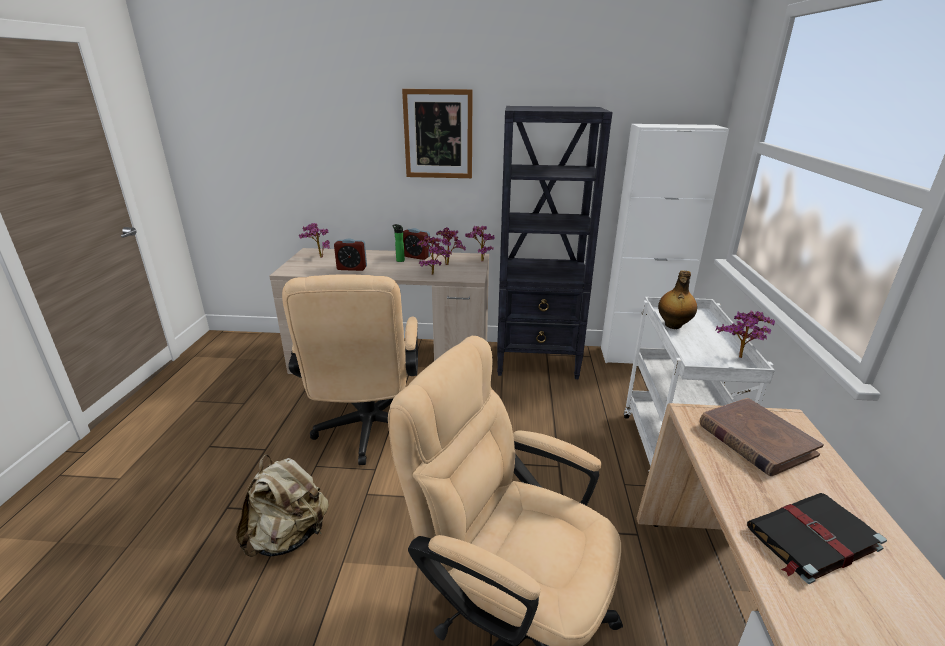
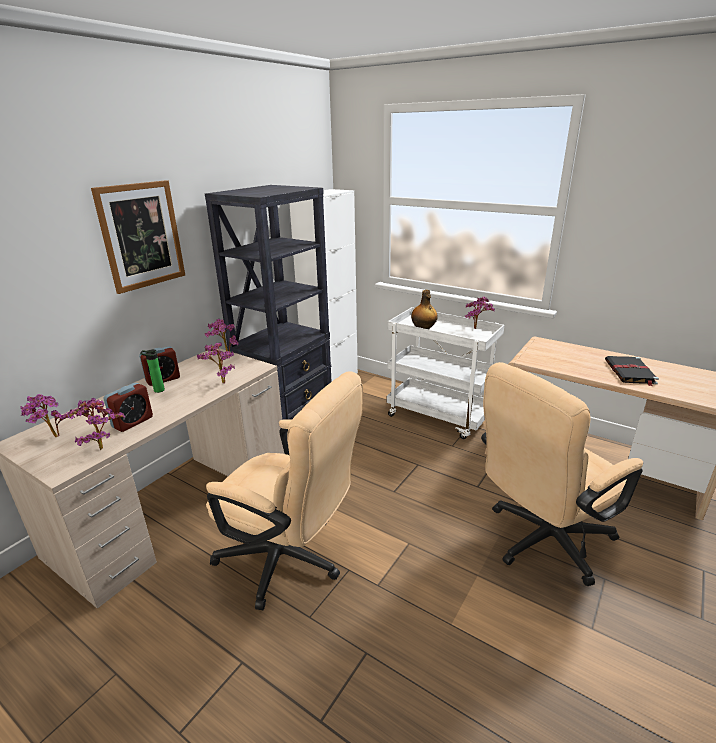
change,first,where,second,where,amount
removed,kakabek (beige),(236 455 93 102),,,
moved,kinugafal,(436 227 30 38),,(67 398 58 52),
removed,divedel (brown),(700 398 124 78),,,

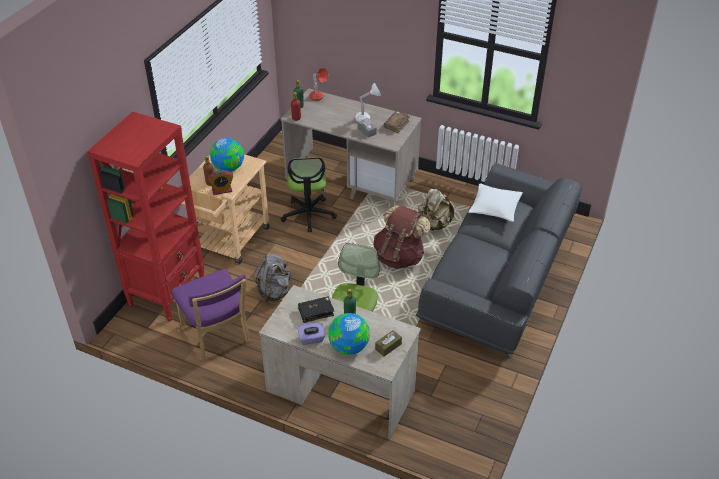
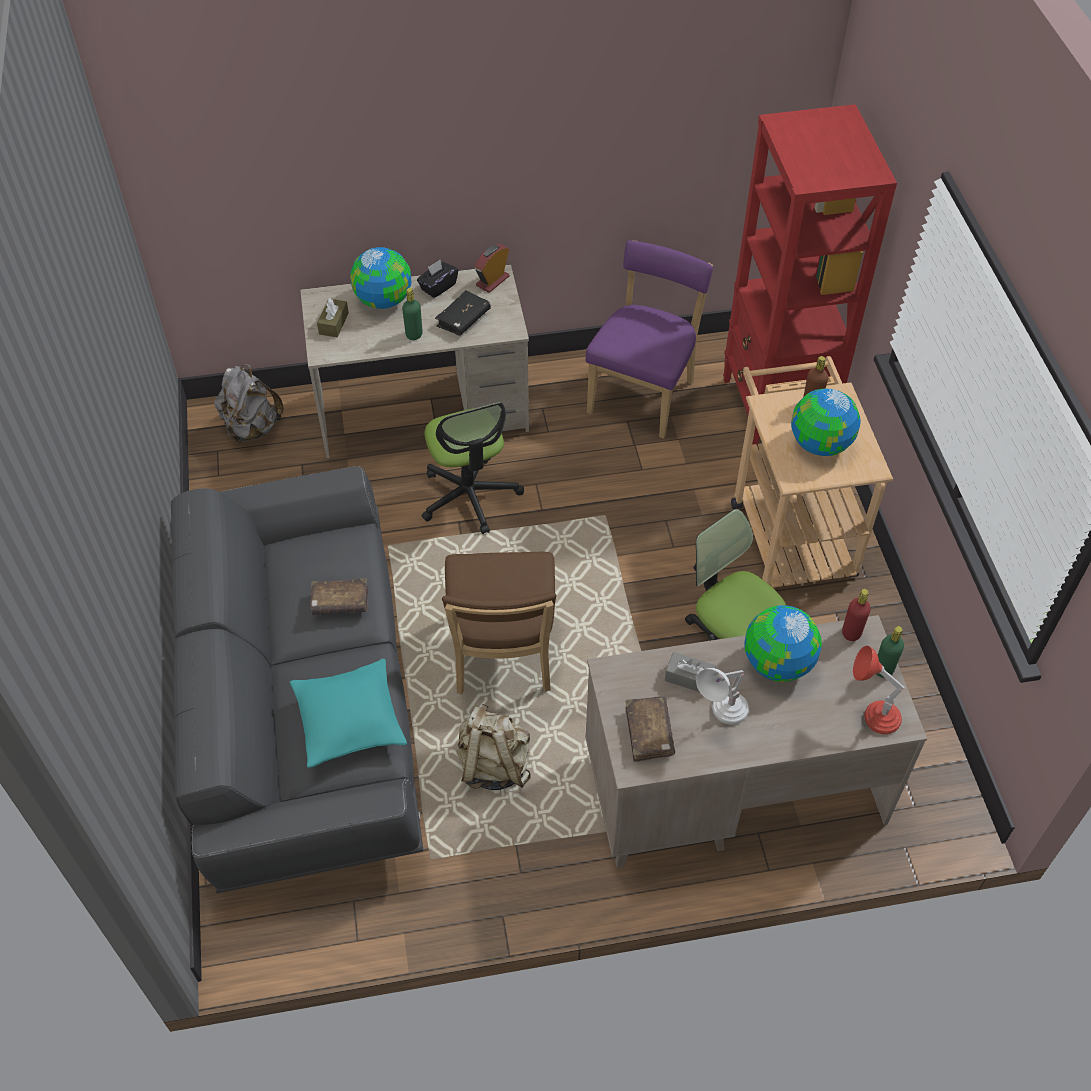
change,first,where,second,where,amount
turned,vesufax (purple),(172 269 78 92),,(586 240 127 199),90 degrees clockwise
moved,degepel,(207 170 26 25),,(474 244 35 49),
moved,kakabek (grey),(254 254 38 49),,(214 364 70 79),
recoloured,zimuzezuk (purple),(298 323 27 22),zimuzezuk (black),(417 260 41 38),
replaced,kakabek (brown),(373 205 58 64),vesufax (brown),(442 552 114 142),
recoloured,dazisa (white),(468 183 55 39),dazisa (turquoise),(290 659 117 109),
added,,,divedel (brown),(310 578 58 37),
added,,,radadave,(744 605 78 77),

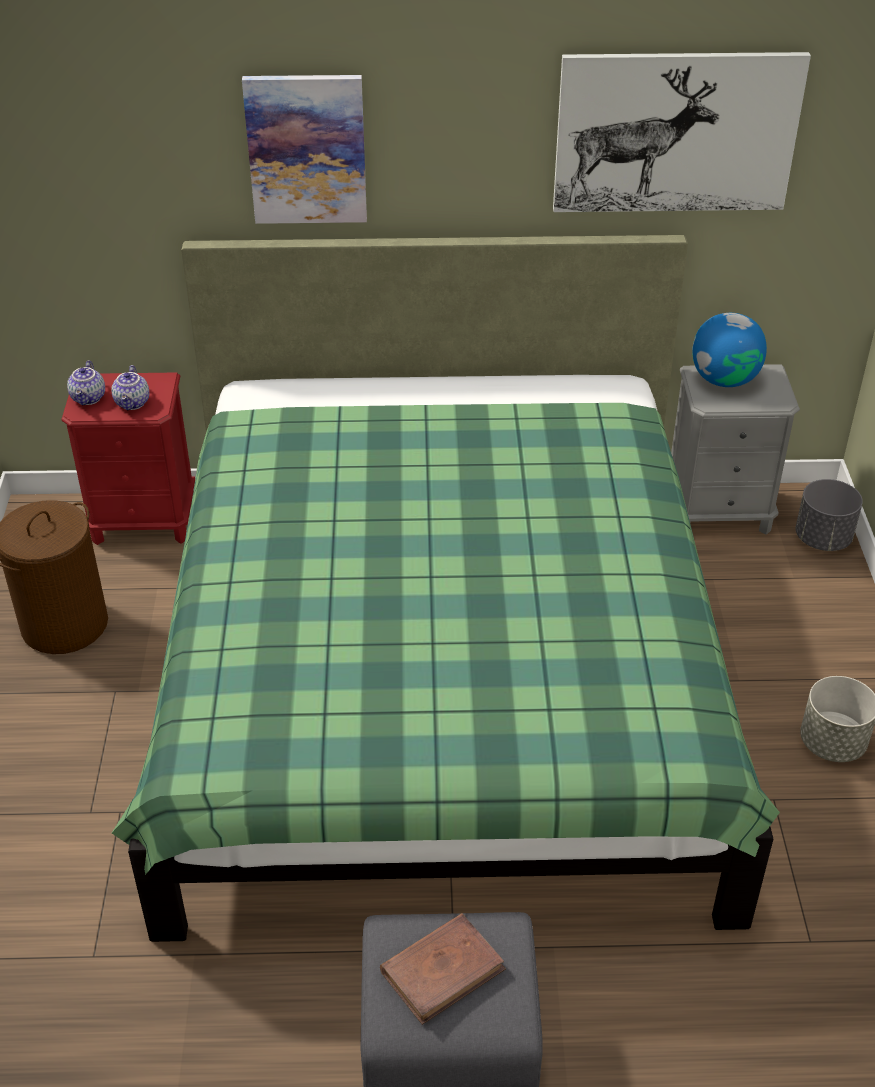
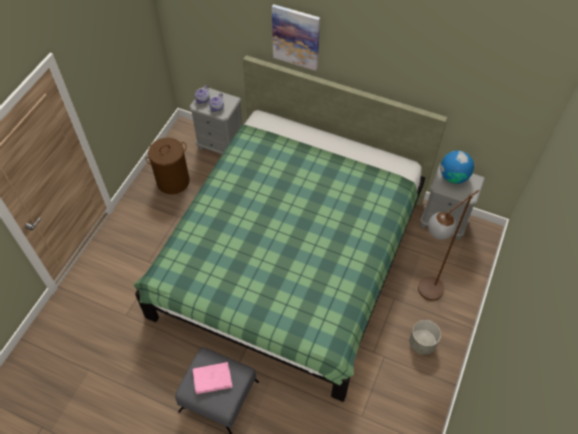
change,first,where,second,where,amount
recoloured,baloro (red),(61 372 134 173),baloro (grey),(189 86 53 68),
recoloured,divedel (brown),(380 913 126 112),divedel (pink),(193 362 40 32),
removed,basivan,(553 52 258 160),,,
removed,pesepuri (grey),(795 479 68 72),,,
added,,,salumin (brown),(418 190 61 111),

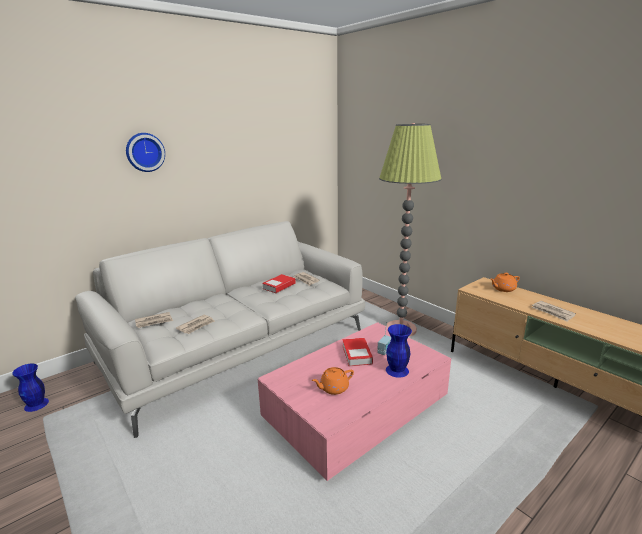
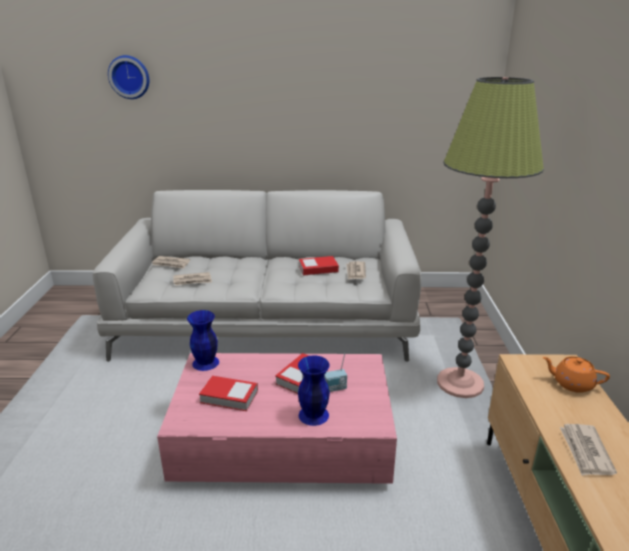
change,first,where,second,where,amount
moved,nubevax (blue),(12 363 37 49),,(187 310 32 61),
moved,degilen,(126 133 39 39),,(108 55 41 44),
replaced,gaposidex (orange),(312 367 42 28),divedel,(199 376 59 35),

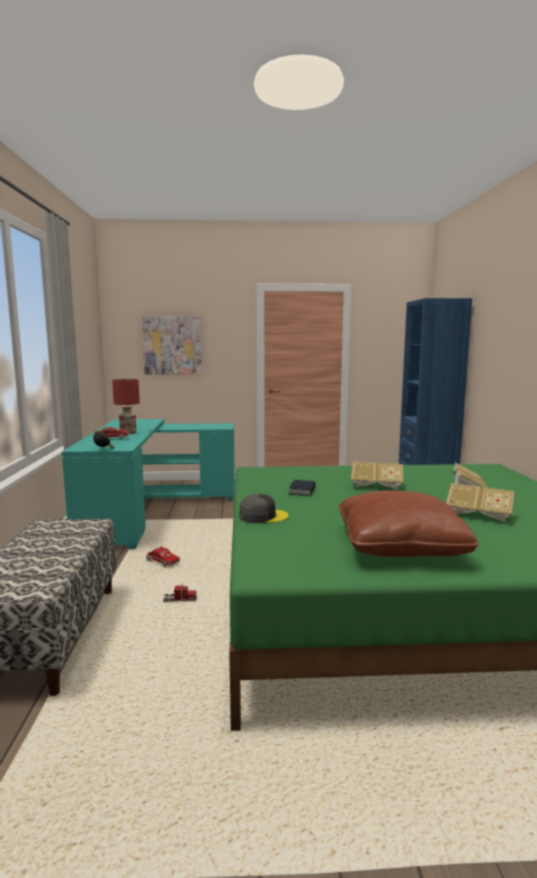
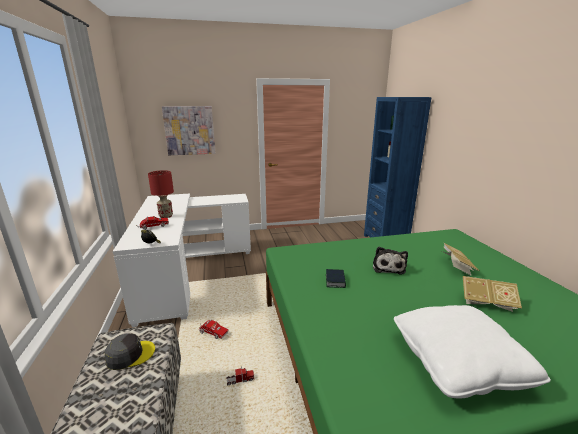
change,first,where,second,where,amount
recoloured,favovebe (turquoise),(62 419 173 130),favovebe (white),(113 193 138 134),
moved,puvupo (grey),(239 494 50 29),,(105 334 50 36),
recoloured,dazisa (brown),(339 490 140 67),dazisa (white),(394 305 157 94),
replaced,divedel,(351 462 52 28),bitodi,(373 247 35 28),

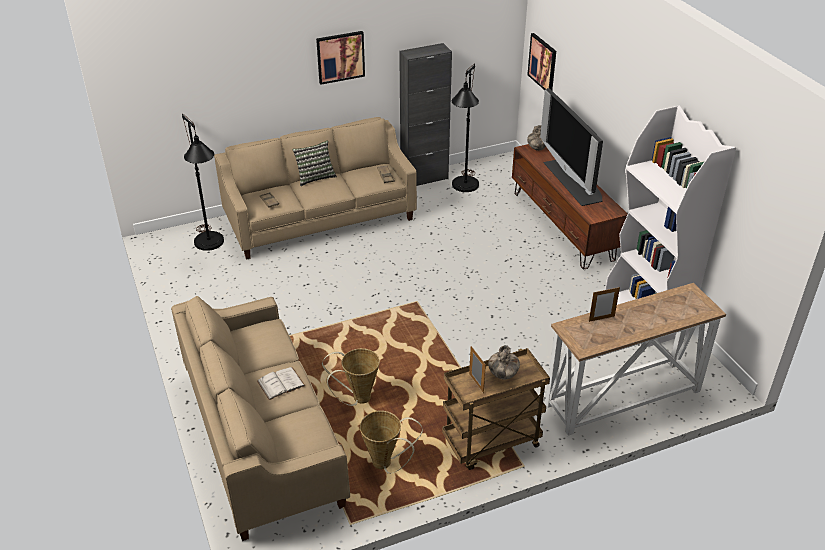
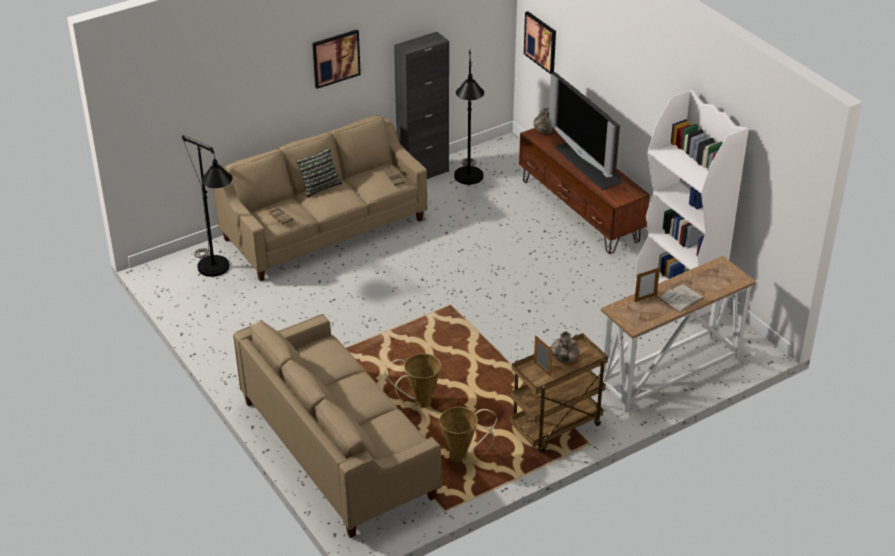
change,first,where,second,where,amount
moved,divedel (white),(257 367 48 33),,(659 284 45 29),

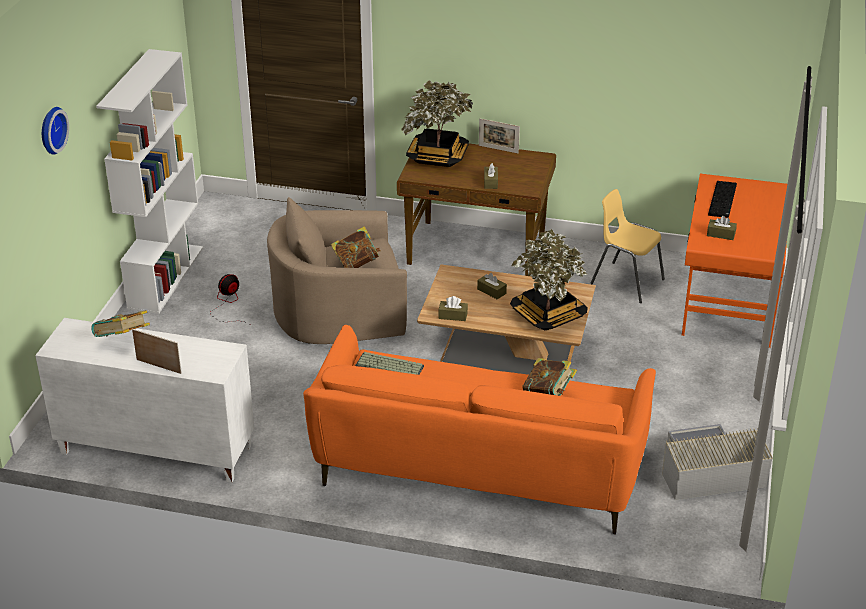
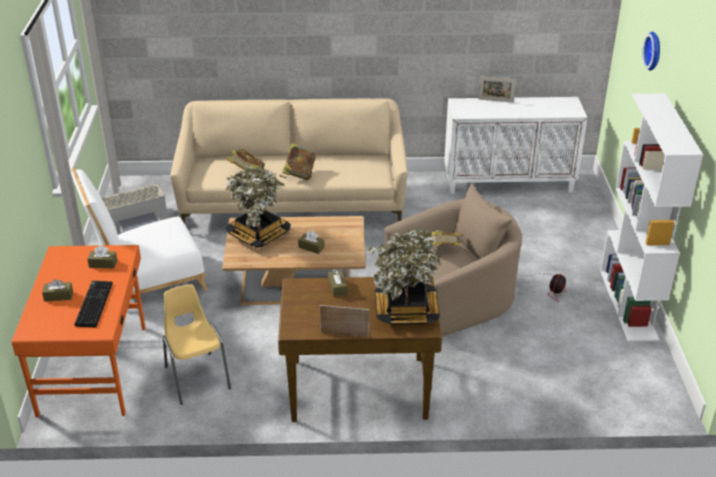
change,first,where,second,where,amount
moved,divedel,(92 310 58 27),,(282 143 34 37),
recoloured,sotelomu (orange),(303 325 353 210),sotelomu (beige),(170 98 237 125),
removed,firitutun,(355 352 69 23),,,
moved,zimuzezuk (brown),(438 296 30 25),,(42 279 31 23),
turned,vesufax (yellow),(591 189 74 114),,(163 284 68 121),135 degrees counterclockwise
added,,,vesufax (white),(71 167 137 127),

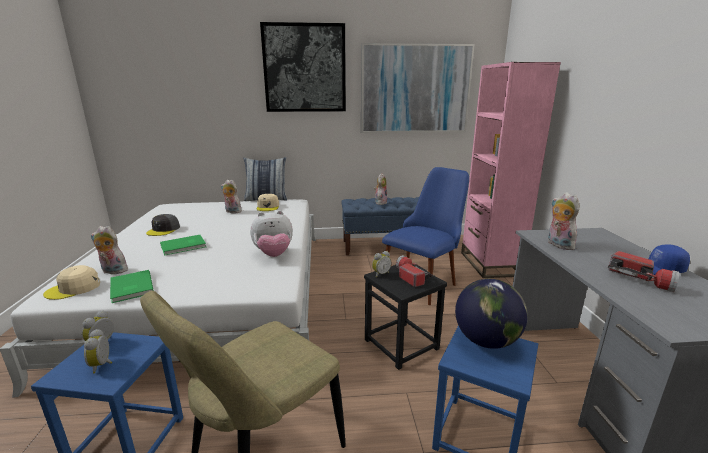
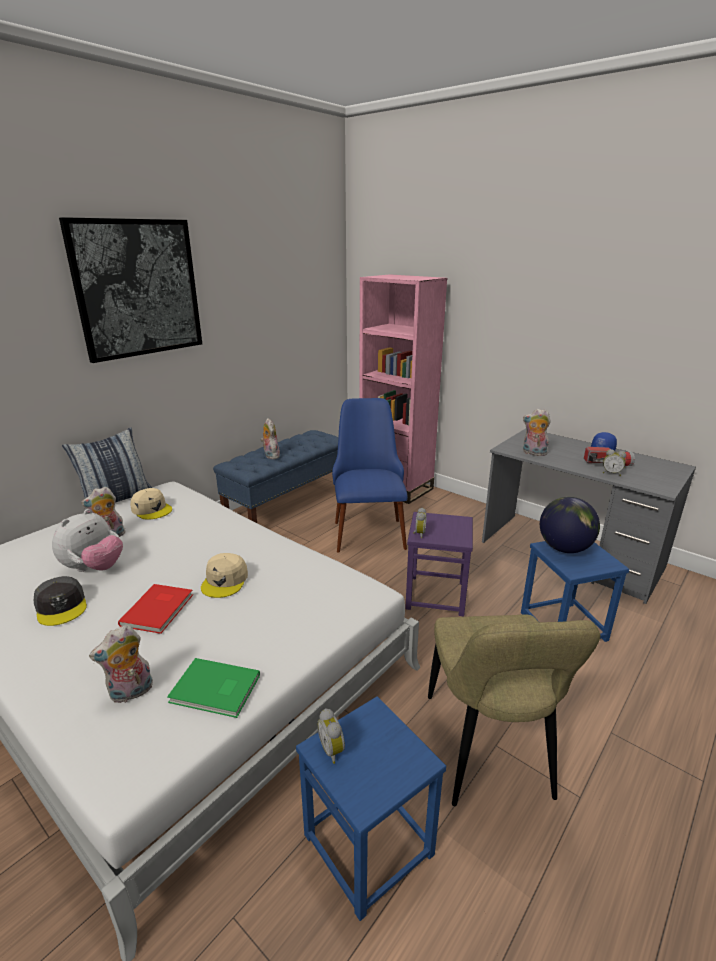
change,first,where,second,where,amount
moved,puvupo (beige),(43 265 57 35),,(201 553 47 45),
moved,degepel,(84 329 28 45),,(602 449 24 27),
recoloured,divedel (green),(160 235 46 21),divedel (red),(118 584 75 50),
moved,bitodi,(250 210 43 47),,(52 509 71 63),
removed,basivan,(361 43 113 90),,,
recoloured,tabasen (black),(364 265 83 105),tabasen (purple),(405 512 68 104),
removed,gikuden,(396 255 37 32),,,

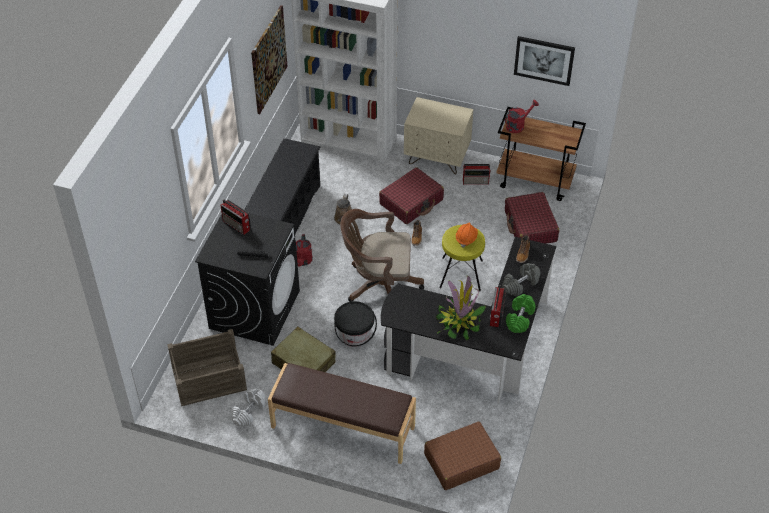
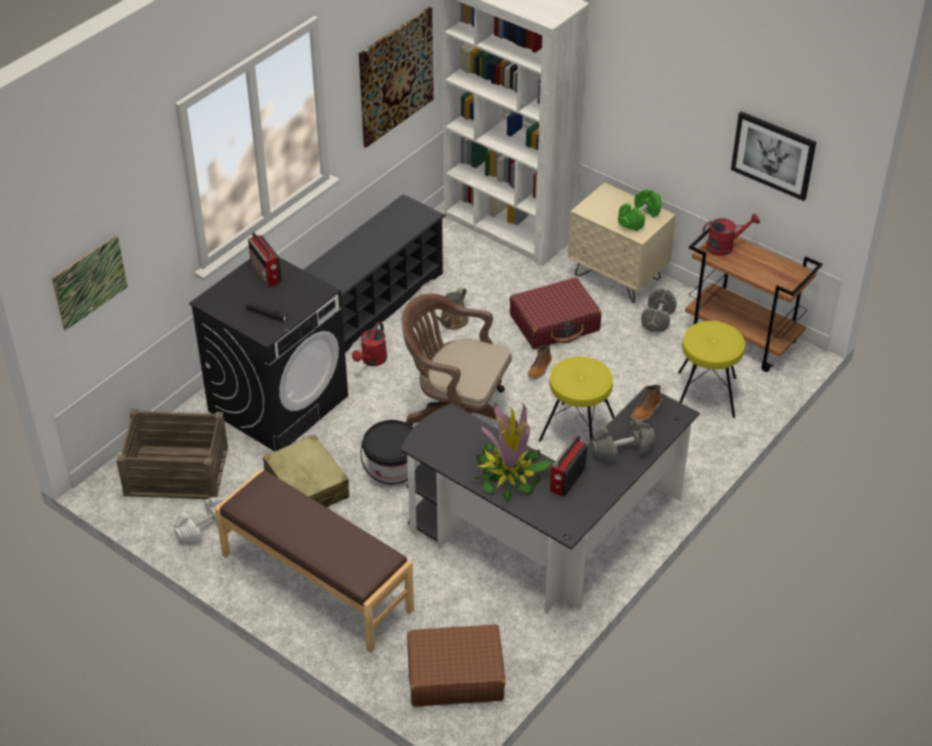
change,first,where,second,where,amount
removed,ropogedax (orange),(456 223 22 25),,,
replaced,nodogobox,(463 164 28 21),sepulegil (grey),(641 288 36 44),
replaced,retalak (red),(505 192 54 52),tabasen (yellow),(678 321 67 97),
moved,sepulegil (green),(506 294 30 39),,(618 189 43 42),
added,,,basivan,(52 234 76 97),

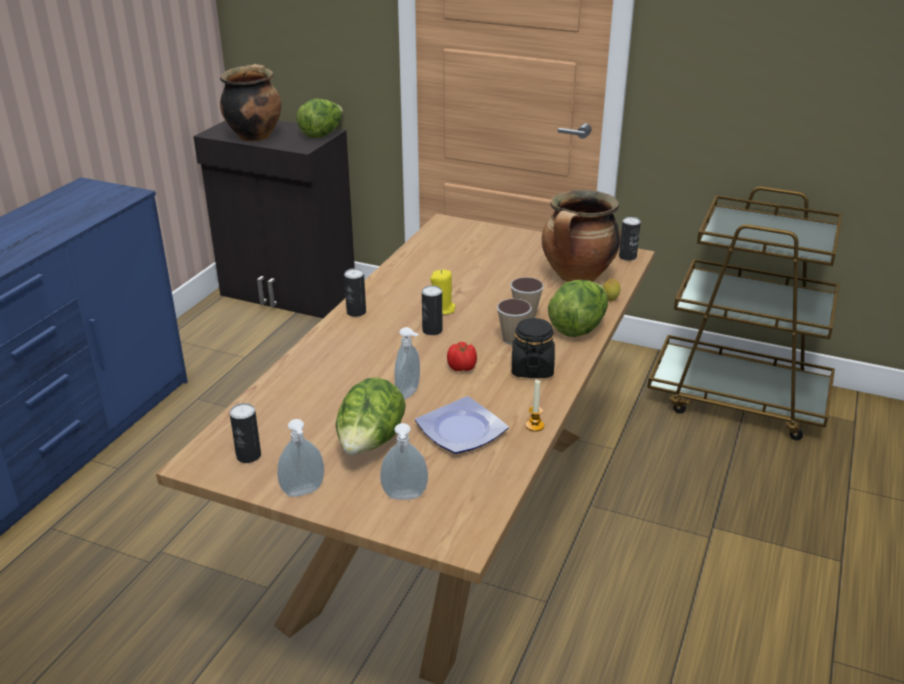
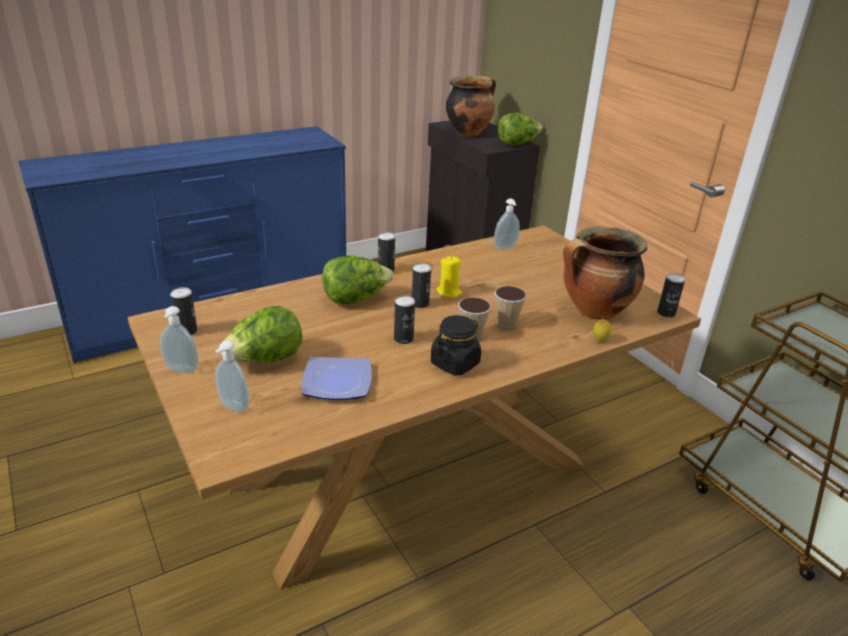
change,first,where,second,where,amount
moved,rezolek,(394 327 26 73),,(494 199 26 51),
replaced,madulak,(447 342 30 29),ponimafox,(394 295 21 49),
removed,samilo,(525 379 19 53),,,
moved,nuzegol,(548 280 60 57),,(322 255 71 50),

